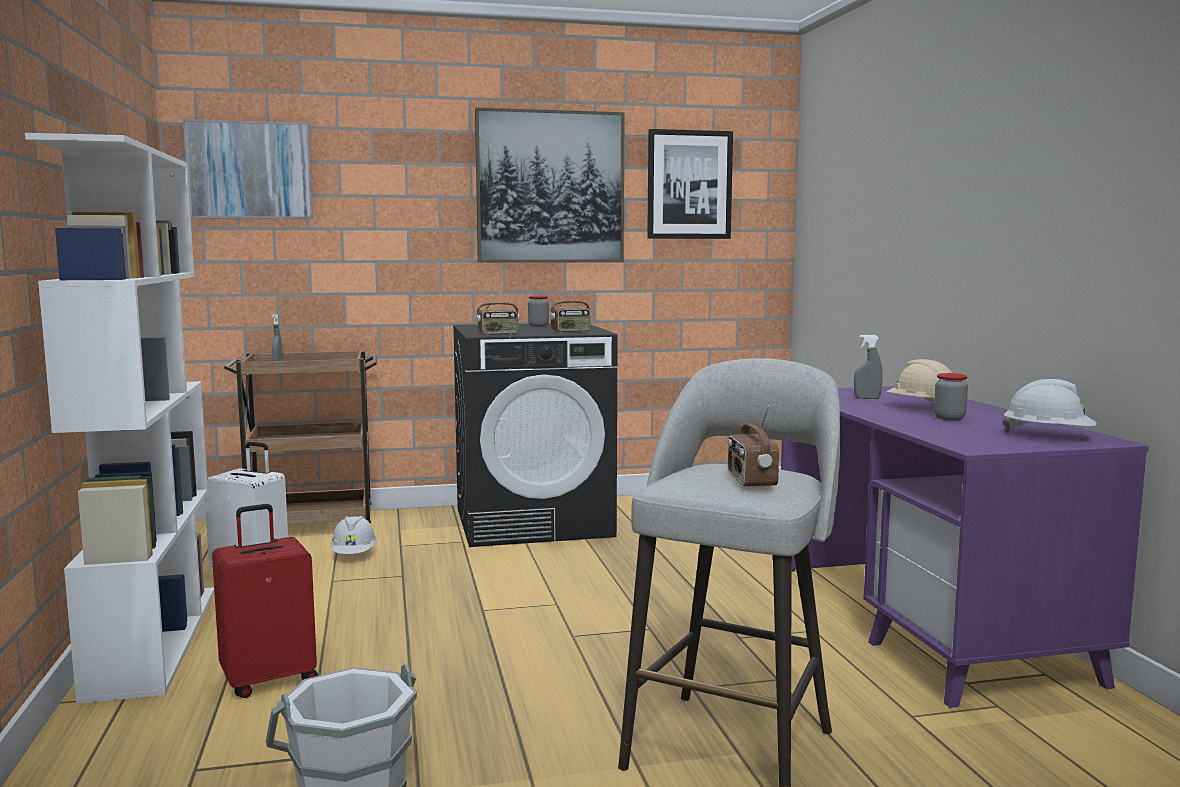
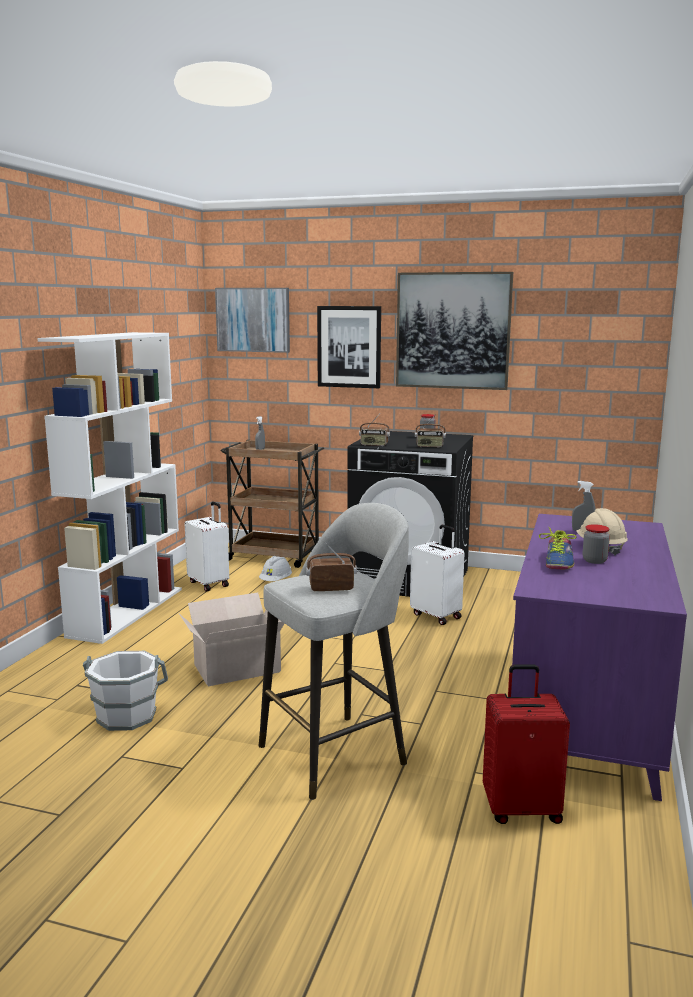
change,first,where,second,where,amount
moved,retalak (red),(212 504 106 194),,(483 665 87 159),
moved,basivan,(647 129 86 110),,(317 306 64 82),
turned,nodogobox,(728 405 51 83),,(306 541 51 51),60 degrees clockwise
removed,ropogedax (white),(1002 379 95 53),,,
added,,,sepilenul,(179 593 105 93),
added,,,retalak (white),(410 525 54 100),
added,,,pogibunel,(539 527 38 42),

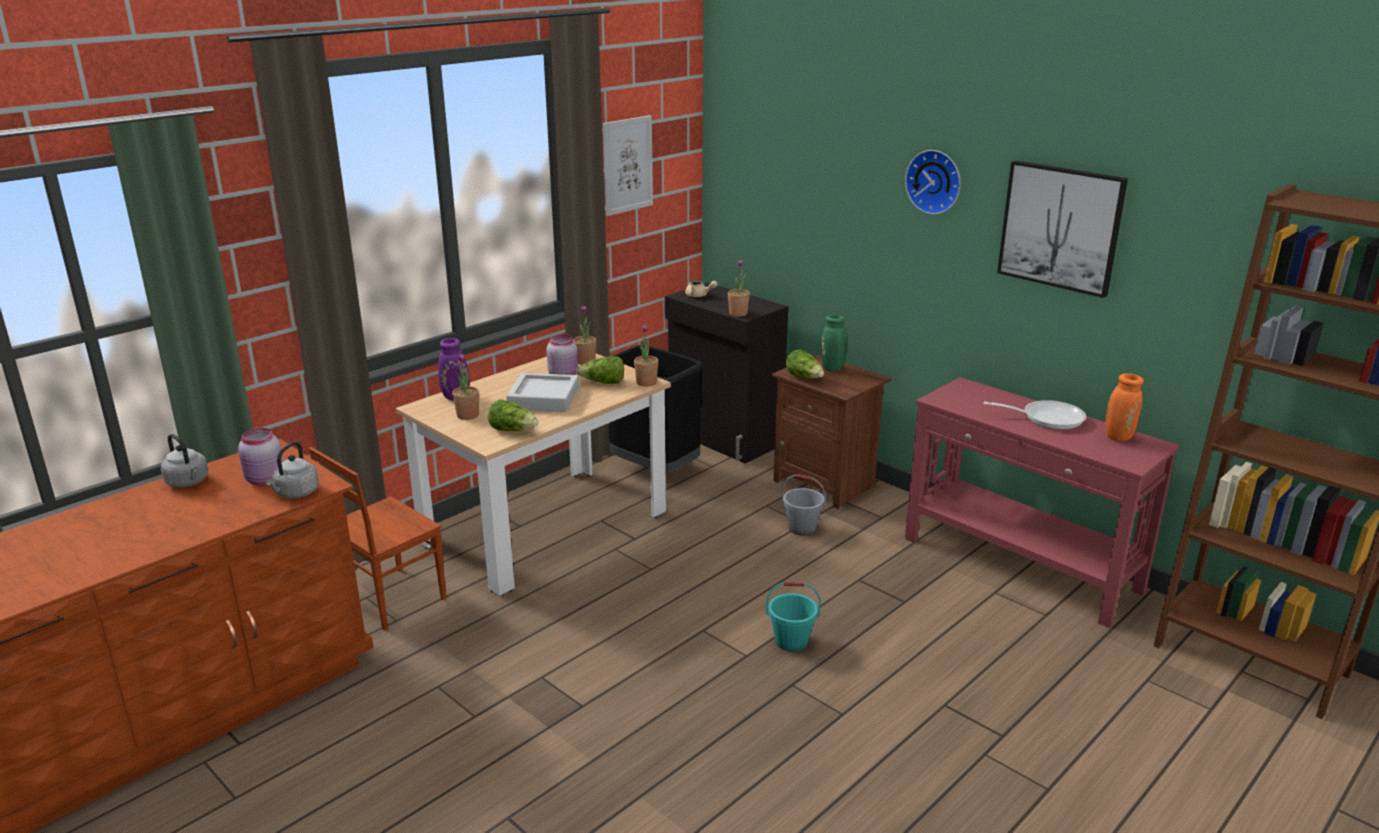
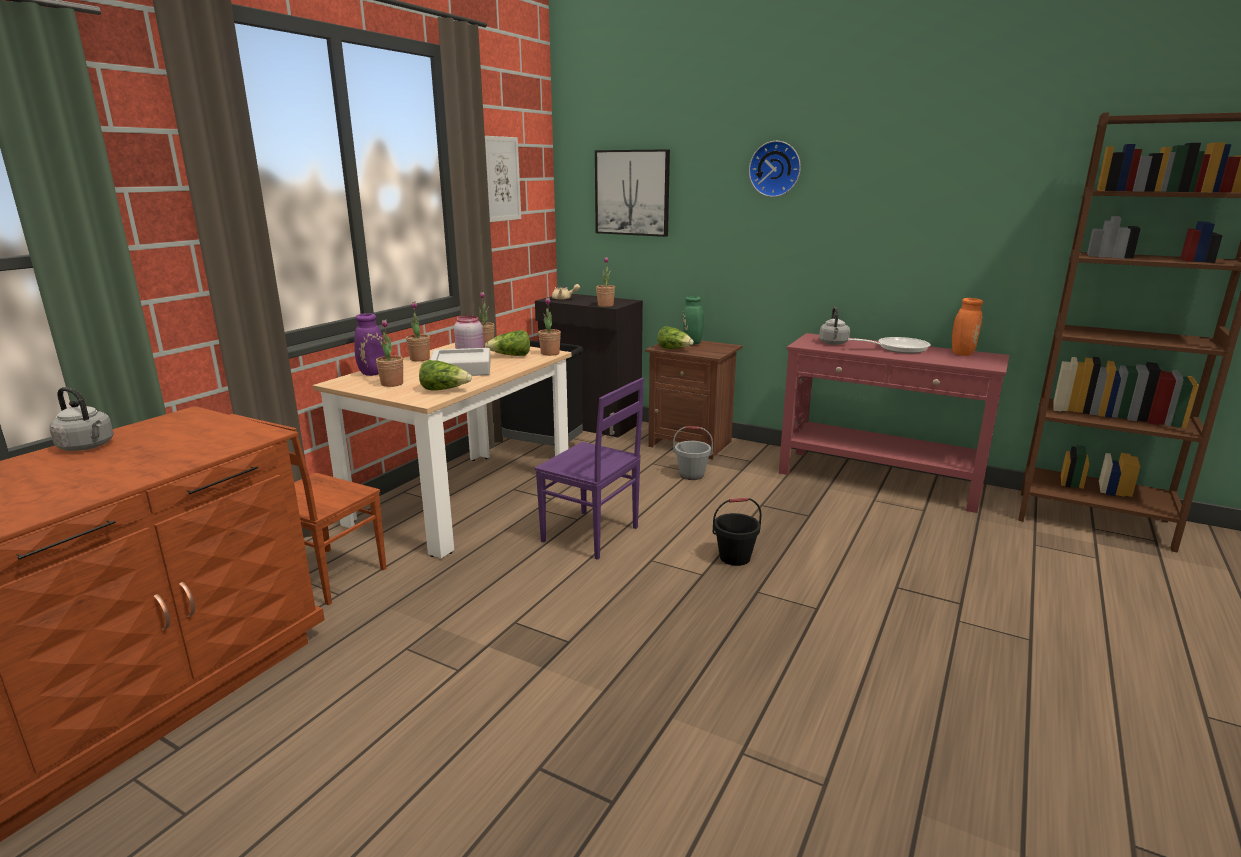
change,first,where,second,where,amount
removed,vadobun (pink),(238 428 45 58),,,
moved,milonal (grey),(265 442 54 56),,(819 307 31 38),
recoloured,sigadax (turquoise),(766 582 55 70),sigadax (black),(713 497 49 69),
moved,basivan,(997 160 131 138),,(595 149 75 88),
added,,,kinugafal,(406 302 24 60),
added,,,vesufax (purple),(535 378 109 182),

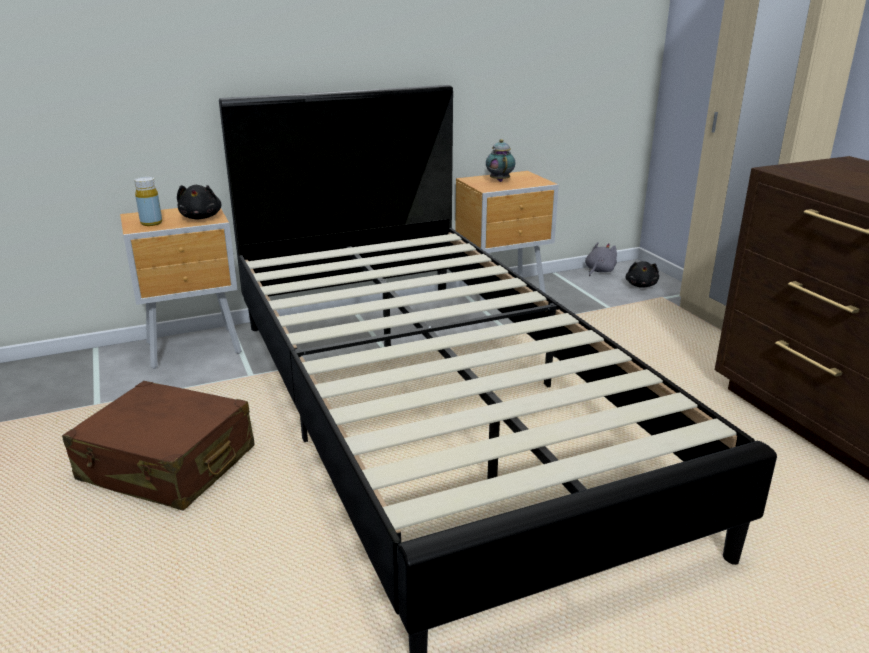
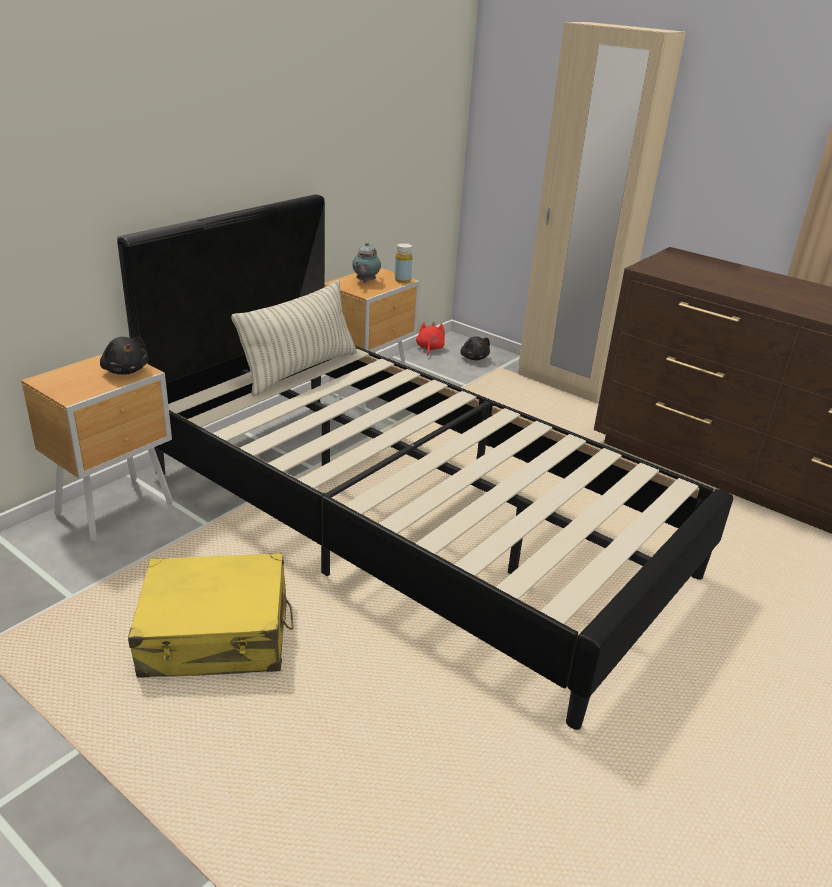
change,first,where,second,where,amount
recoloured,retalak (brown),(62 381 193 130),retalak (yellow),(128 553 166 124),
moved,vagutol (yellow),(134 177 28 49),,(395 243 17 40),
turned,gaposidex,(486 139 29 43),,(352 242 29 41),120 degrees counterclockwise
recoloured,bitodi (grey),(585 242 32 34),bitodi (red),(416 322 29 34),
added,,,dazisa,(231 280 126 116),

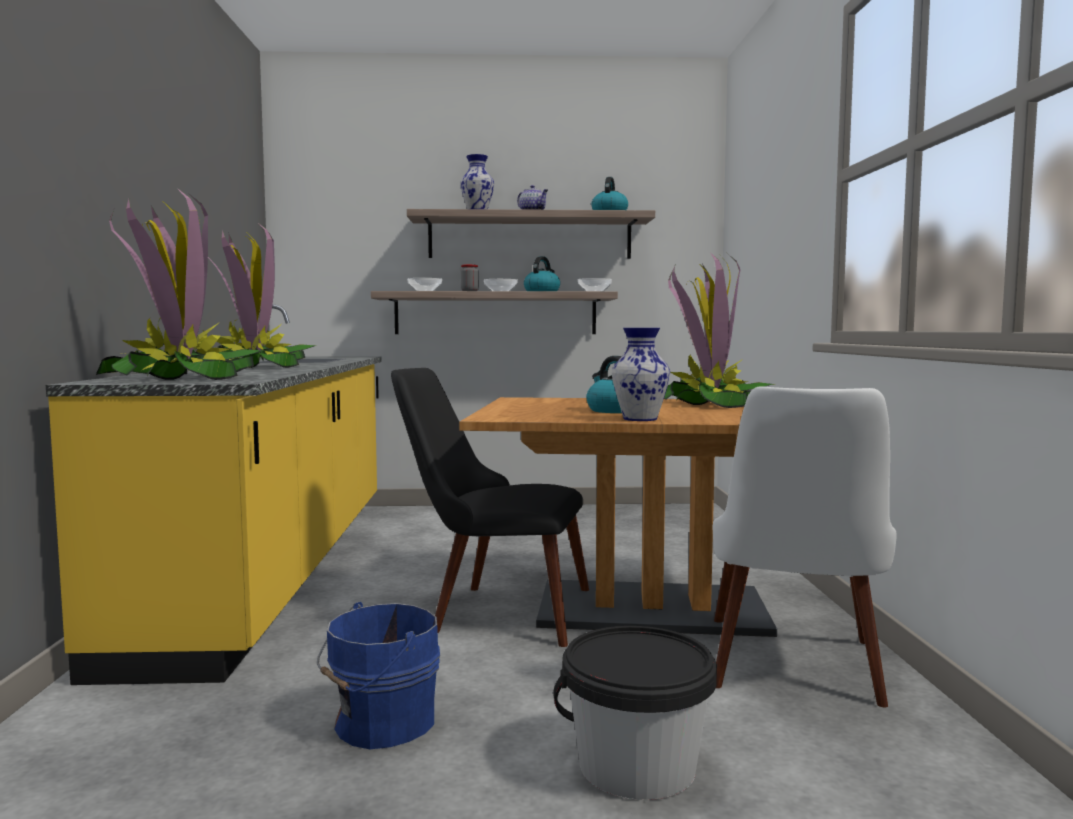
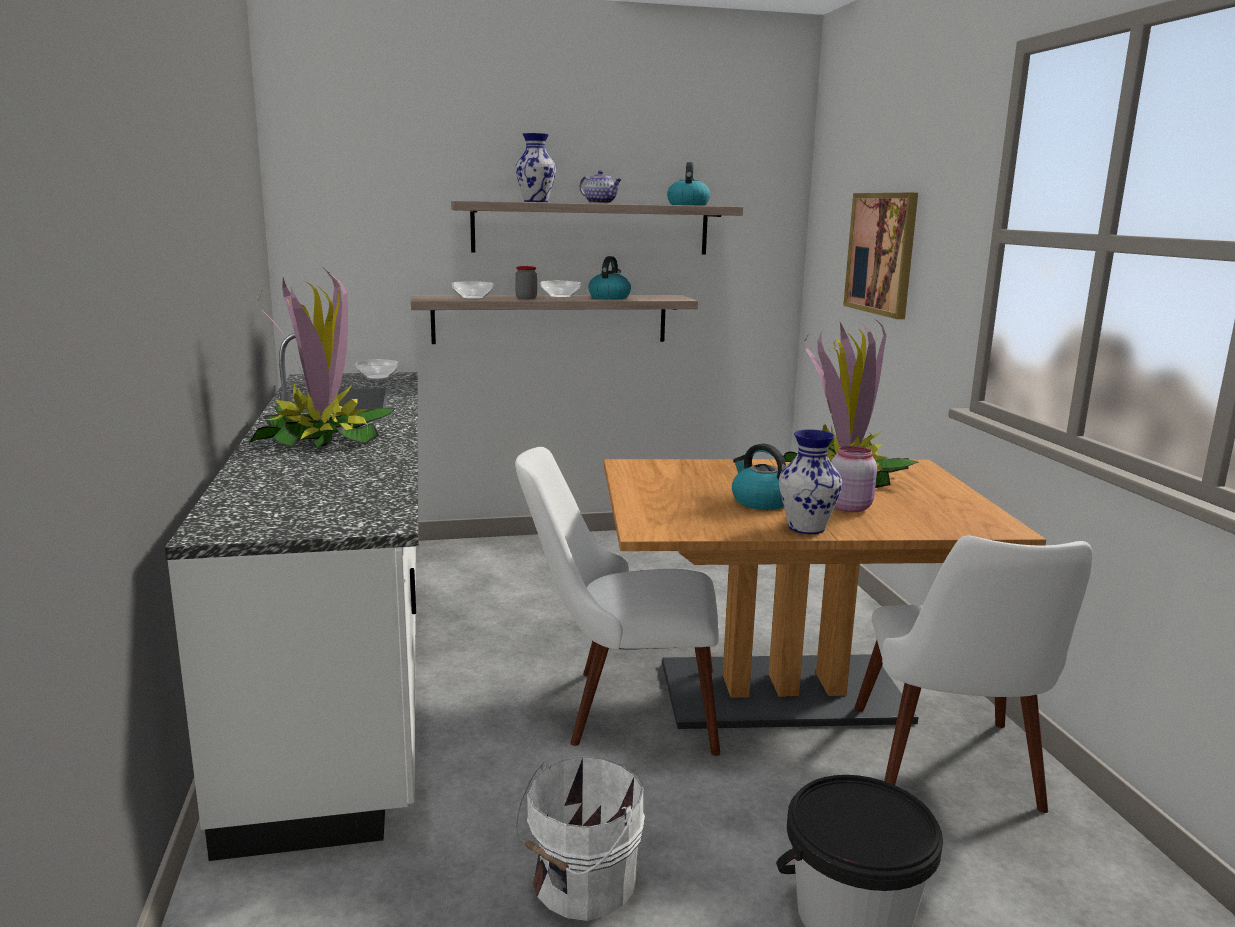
change,first,where,second,where,amount
recoloured,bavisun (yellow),(46 304 336 381),bavisun (white),(165 333 254 528),
removed,kinugafal,(96 187 170 193),,,
recoloured,sigadax (blue),(317 602 123 147),sigadax (white),(515 756 130 165),
recoloured,vesufax (black),(391 368 198 279),vesufax (white),(515 447 205 309),
moved,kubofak,(578 278 34 13),,(356 359 42 21),
added,,,vadobun (pink),(831 446 46 66),
added,,,basivan,(843 193 75 126),

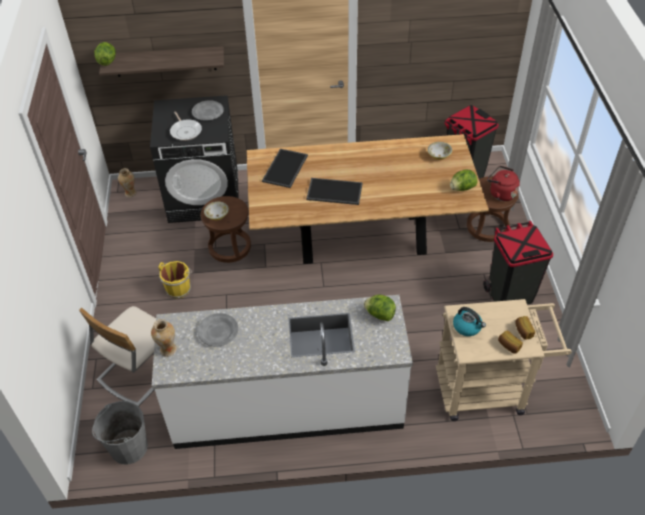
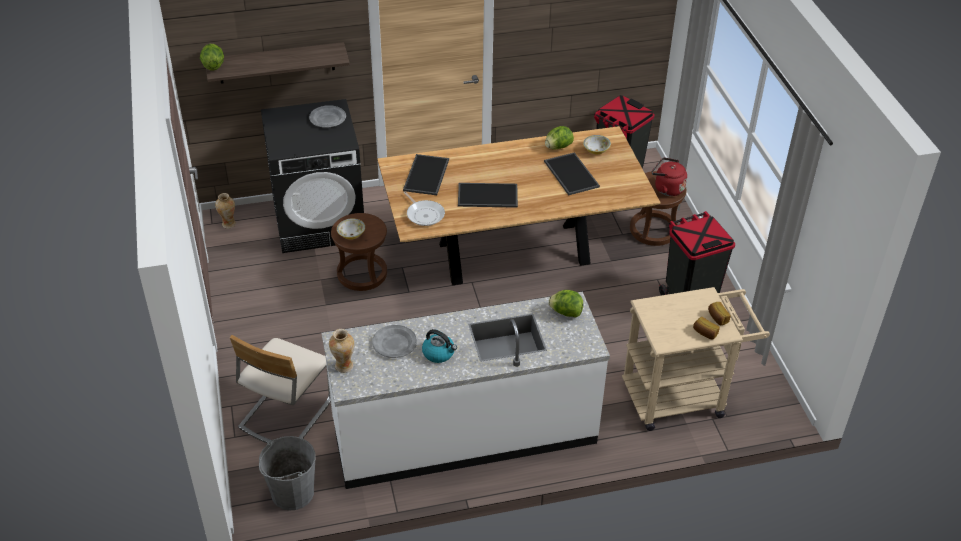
change,first,where,second,where,amount
removed,sigadax (yellow),(159 261 33 38),,,
moved,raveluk,(170 111 32 30),,(404 192 41 34),
moved,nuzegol,(450 170 28 21),,(545 126 29 23),
moved,milonal,(453 307 33 29),,(422 329 35 34),
added,,,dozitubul,(544 152 56 43),

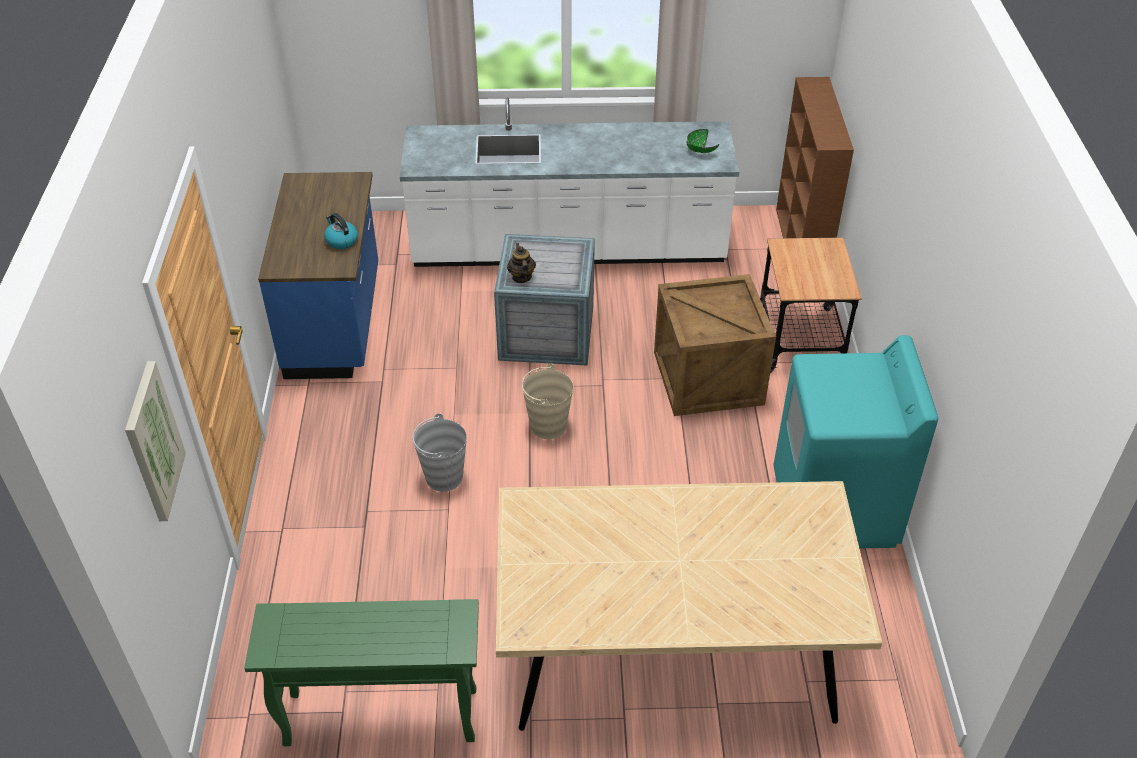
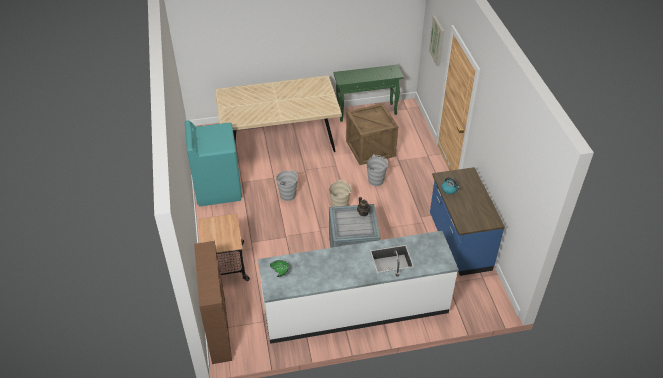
change,first,where,second,where,amount
moved,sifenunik,(654 274 122 142),,(346 103 52 62),
added,,,sigadax (grey),(276 170 22 31),

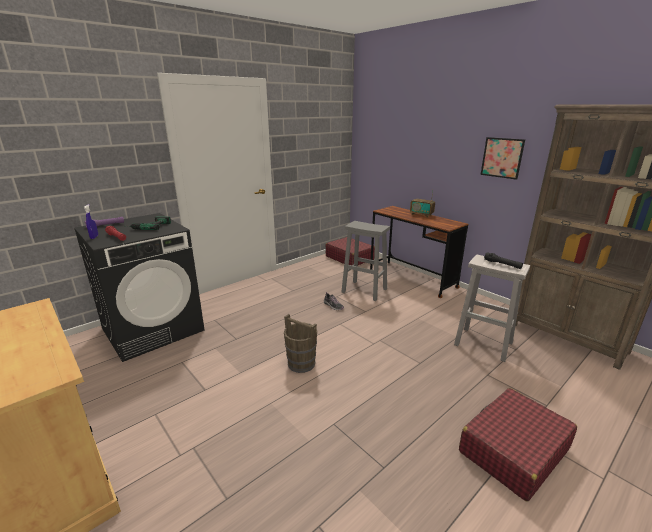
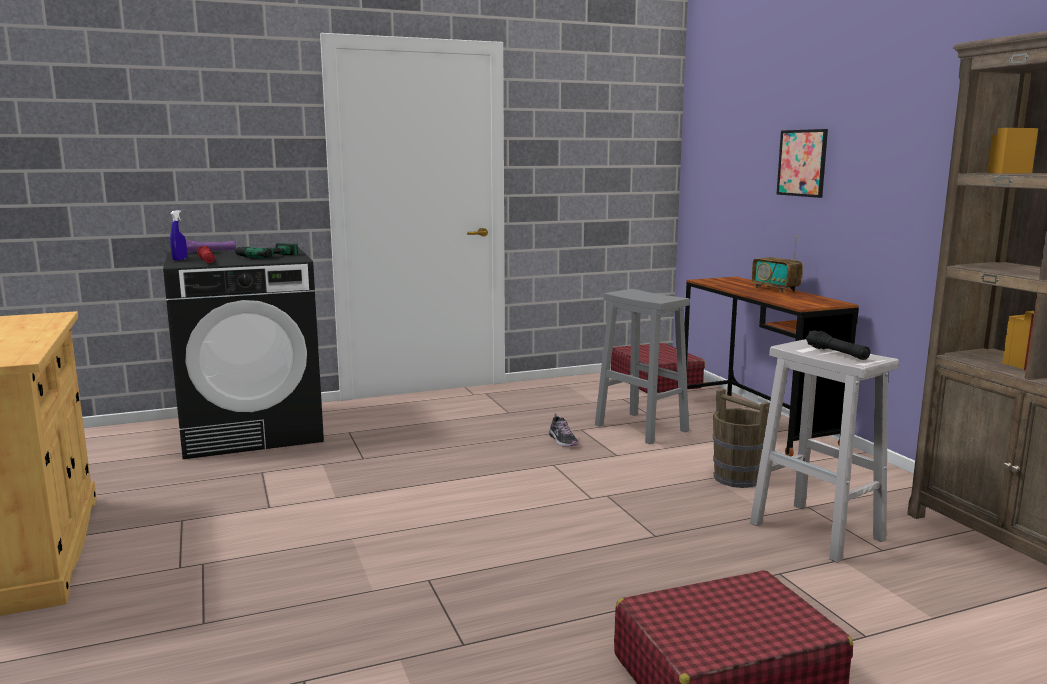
change,first,where,second,where,amount
moved,sigadax (brown),(284 314 33 59),,(713 389 57 99),
moved,basivan,(481 137 44 43),,(776 129 52 69),

